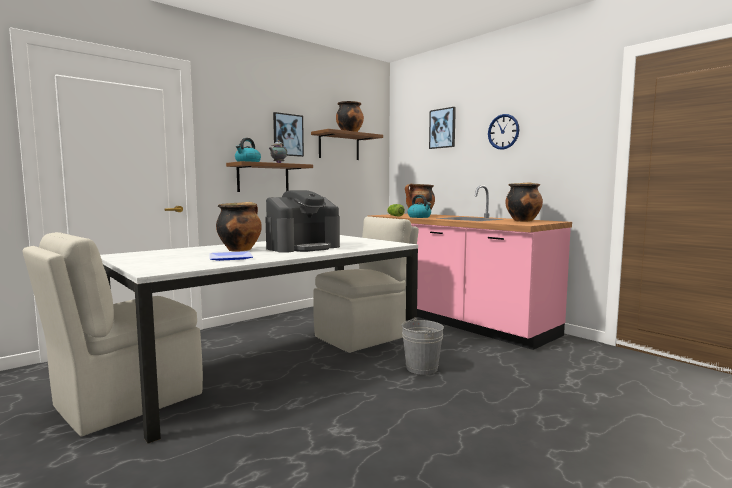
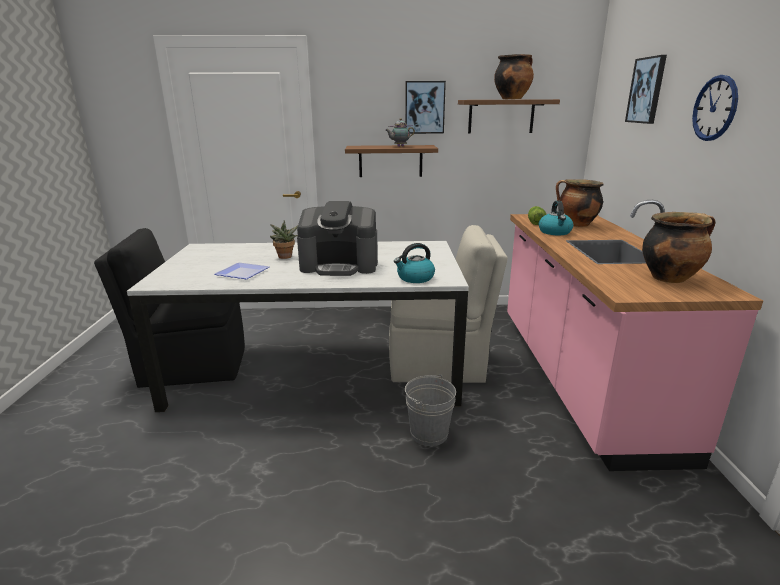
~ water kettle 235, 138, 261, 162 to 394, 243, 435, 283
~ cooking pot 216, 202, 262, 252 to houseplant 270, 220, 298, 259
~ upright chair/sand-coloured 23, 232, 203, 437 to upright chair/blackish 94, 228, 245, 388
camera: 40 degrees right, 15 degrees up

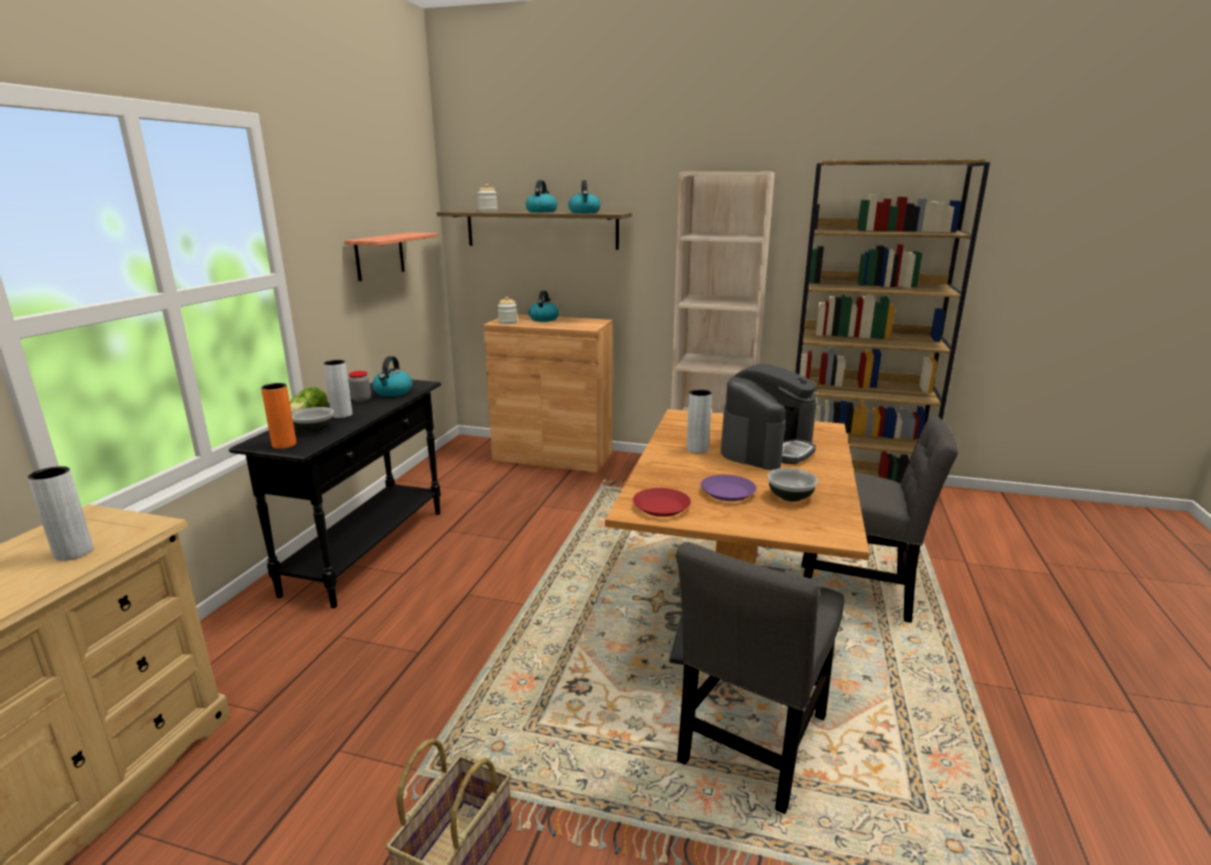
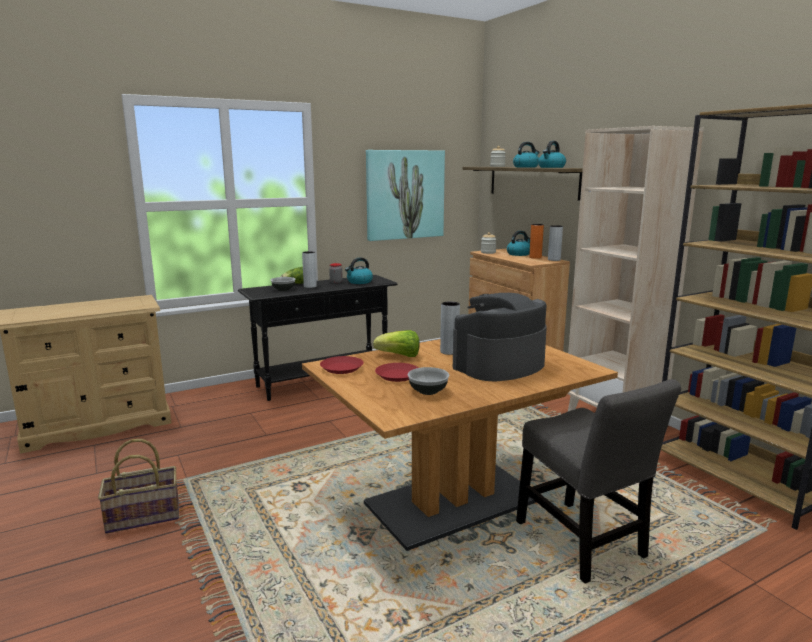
~ bracket shelf 344, 232, 438, 281 to picture 366, 150, 445, 241
~ coffee machine 721, 364, 817, 470 = 453, 293, 547, 381 150 degrees clockwise
~ decorative vase/orange-coloured 261, 383, 296, 449 to 529, 224, 544, 259
~ decorative vase/gray 28, 466, 93, 561 to 548, 225, 563, 261
~ dinner plate/purplish 700, 475, 757, 501 to dinner plate/red 375, 363, 418, 382
- upright chair/gray 676, 542, 844, 814
+ head of lettuce 373, 330, 419, 357
camera: 45 degrees right, 5 degrees down

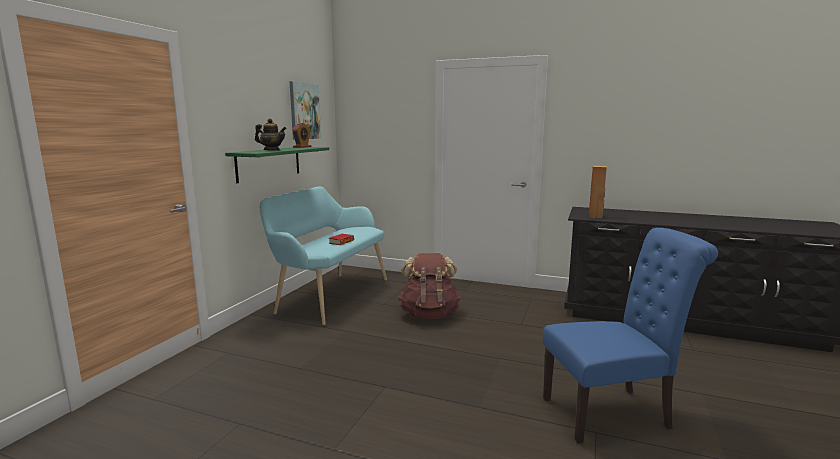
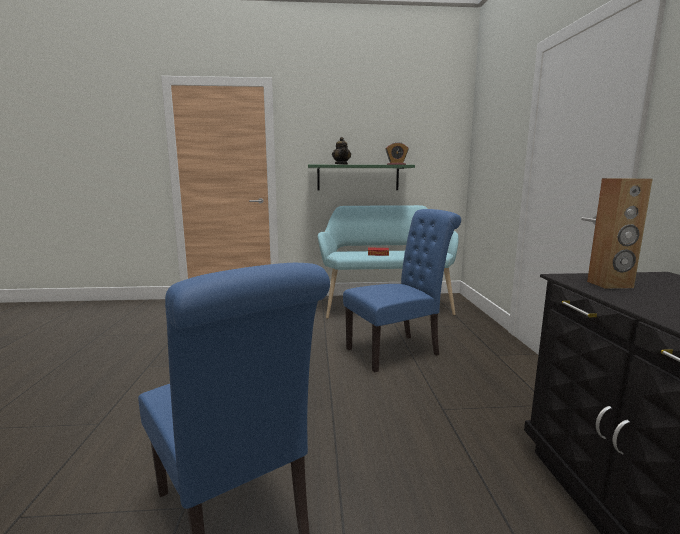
- picture 290, 81, 321, 140
~ knapsack/brown-coloured 398, 253, 461, 319 to upright chair/bluish 343, 209, 461, 373
camera: 65 degrees right, 0 degrees up

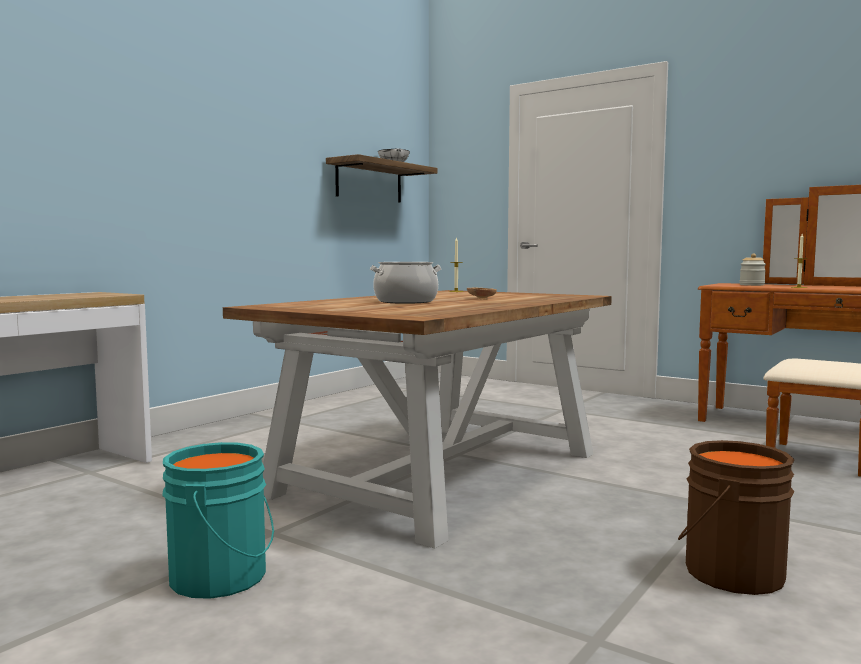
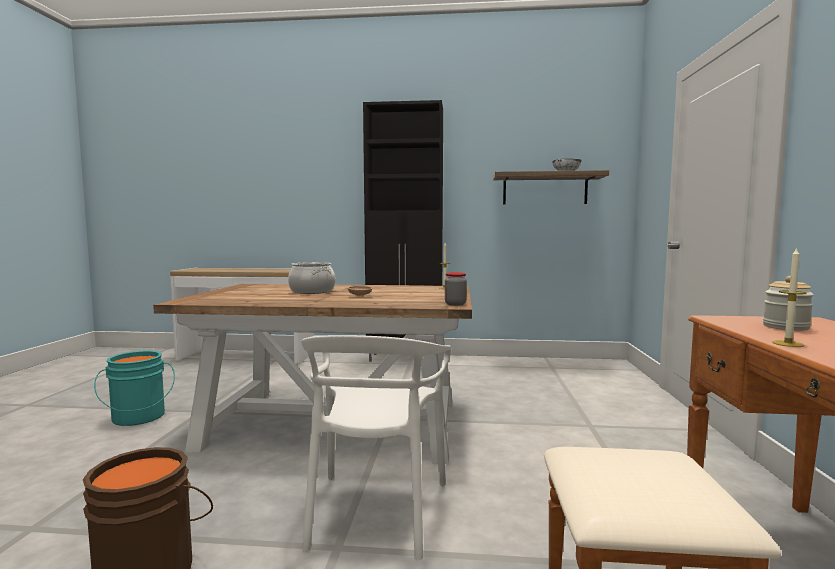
+ storage cabinet/blackish 363, 100, 443, 362
+ jar 445, 272, 467, 306
+ upright chair/white-coloured 301, 335, 451, 560
camera: 60 degrees right, 0 degrees up

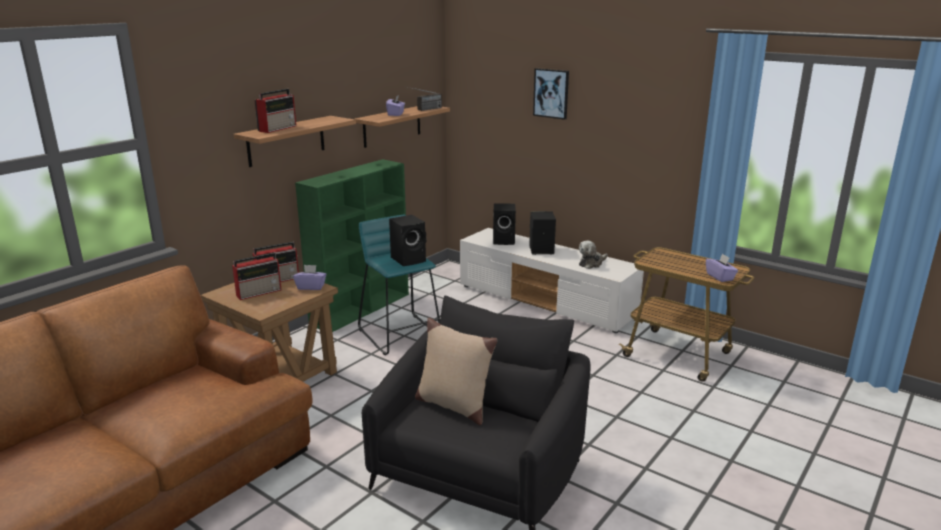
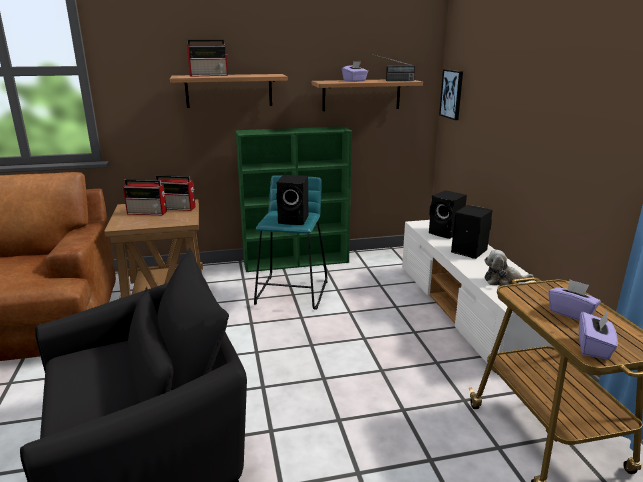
~ picture 533, 68, 569, 120 to 439, 69, 463, 120
~ tissue box/purplish 293, 265, 326, 290 to 548, 279, 601, 321
- throw pillow/sand-coloured 415, 318, 497, 425
camera: 40 degrees right, 0 degrees up

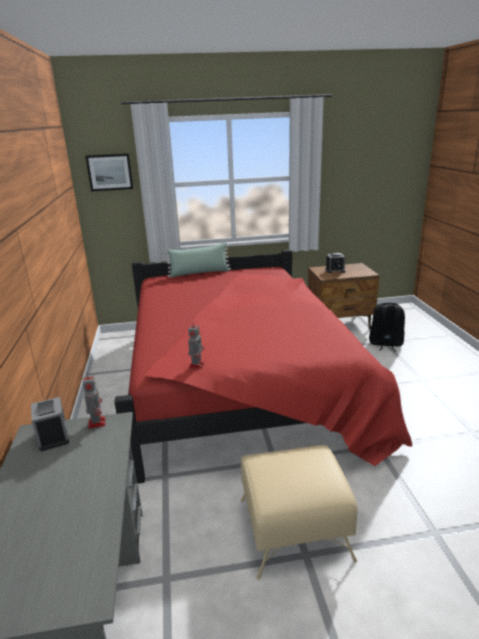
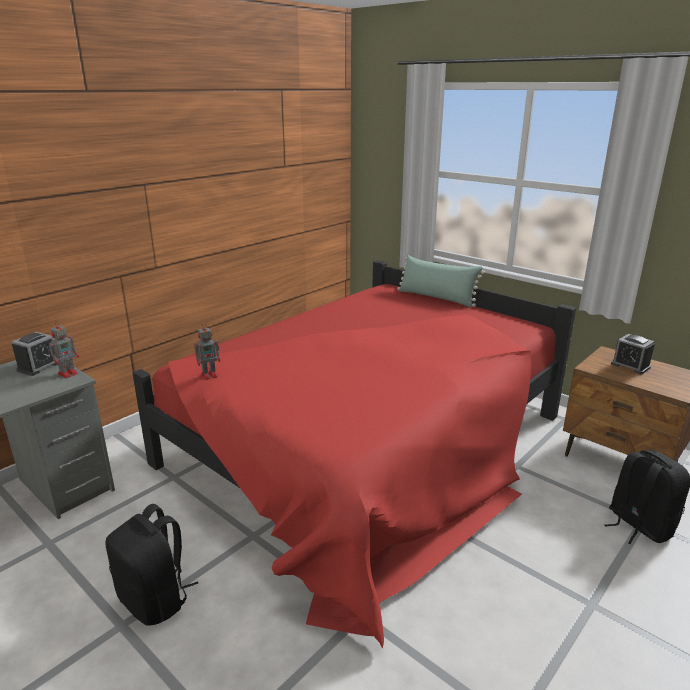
- picture 85, 153, 133, 192
~ pouffe/sand-coloured 241, 445, 358, 580 to knapsack/blackish 105, 504, 198, 625
camera: 50 degrees right, 0 degrees up

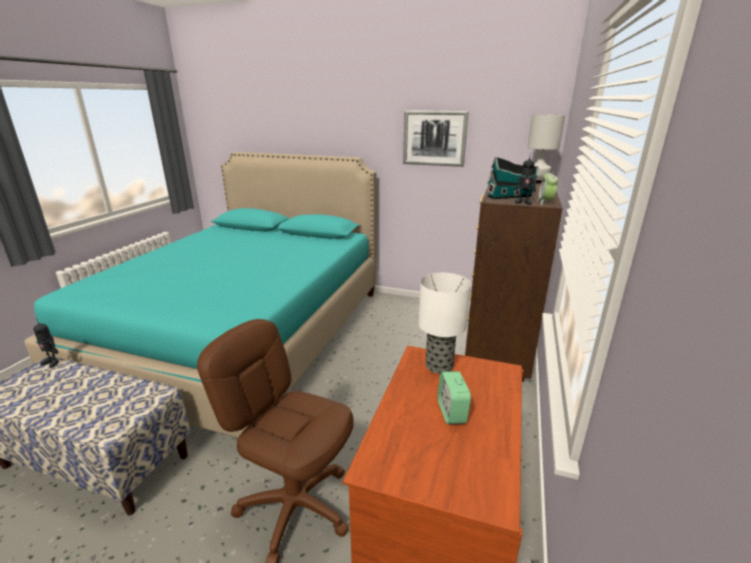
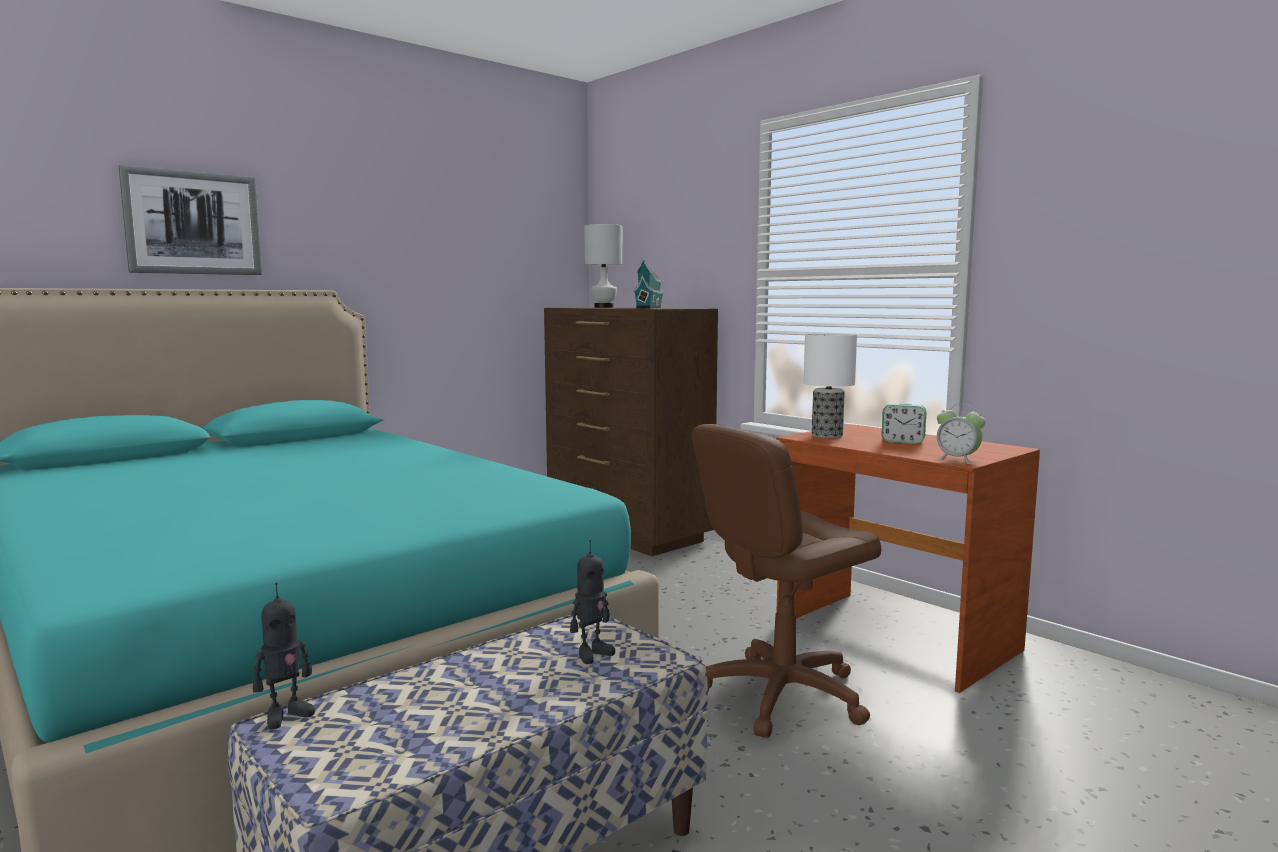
~ picture 403, 111, 469, 167 to 119, 165, 262, 275
~ toy robot 515, 153, 536, 205 to 570, 540, 615, 664
~ table clock 537, 170, 558, 205 to 935, 403, 986, 465
camera: 60 degrees left, 15 degrees down

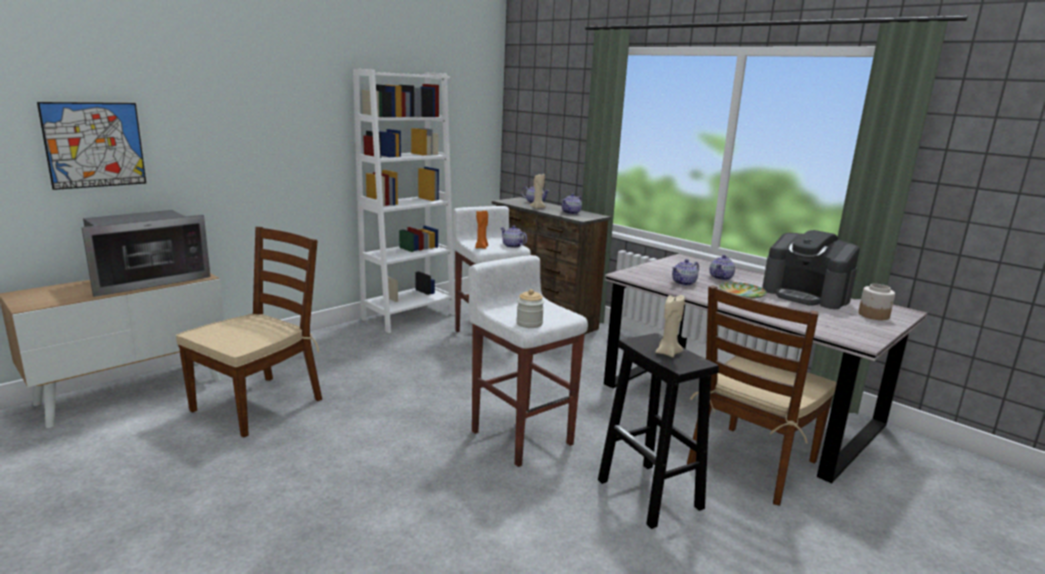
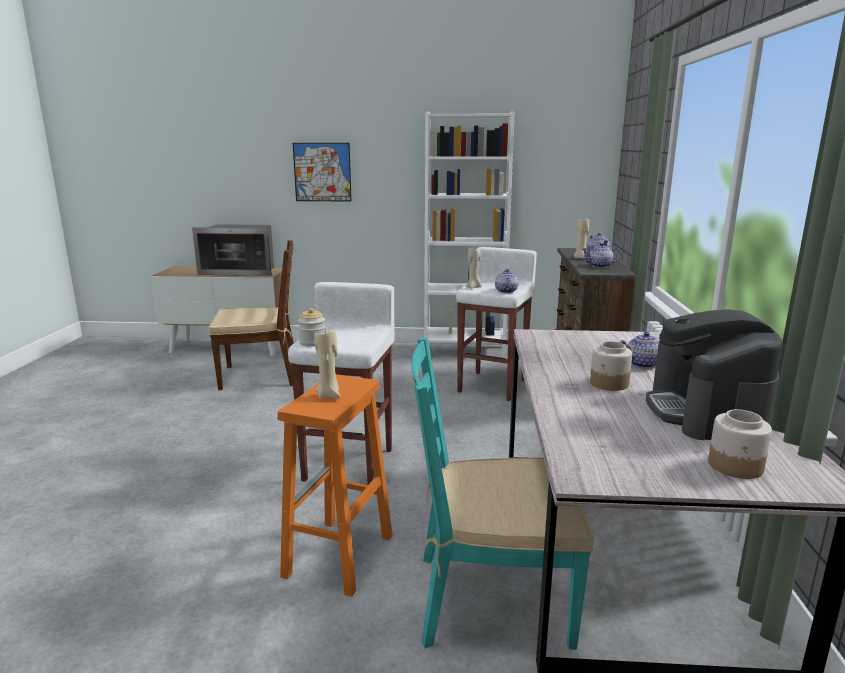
~ picture 37, 102, 146, 190 to 293, 143, 352, 202
~ candle/orange-coloured 475, 209, 488, 249 to candle/sand-coloured 466, 247, 482, 289
- teapot 672, 259, 699, 286
~ dinner plate 719, 282, 767, 299 to jar 590, 341, 632, 391
~ upright chair/brown-coloured 687, 285, 837, 506 to upright chair/blue-green 411, 337, 594, 649
~ stool seat/blackish 598, 333, 719, 529 to stool seat/orange-coloured 277, 374, 393, 597
camera: 50 degrees right, 0 degrees up

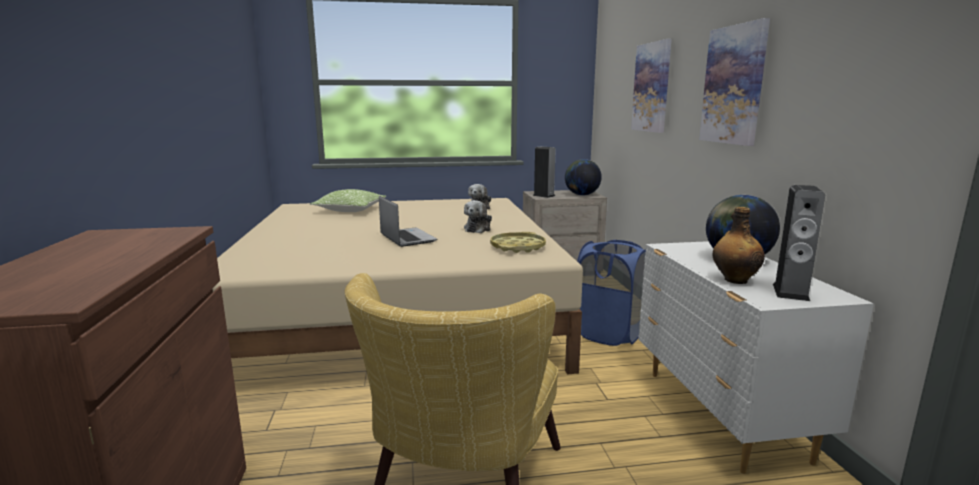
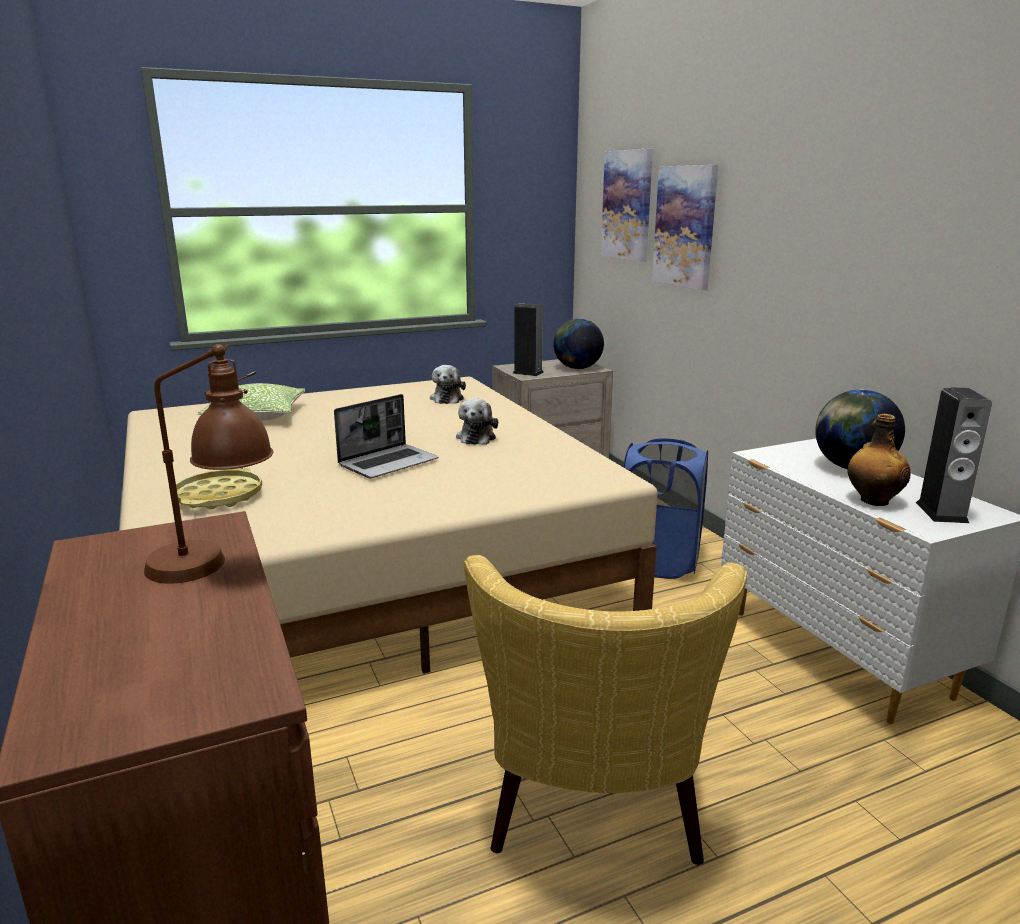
~ picture 699, 18, 770, 146 to 601, 149, 653, 262
~ laptop 379, 196, 437, 247 = 334, 394, 438, 478 90 degrees clockwise
~ serving tray/yellow 490, 232, 546, 253 to 176, 467, 262, 509
+ tabletop lamp/brown-coloured 144, 344, 273, 584
camera: 15 degrees left, 5 degrees up

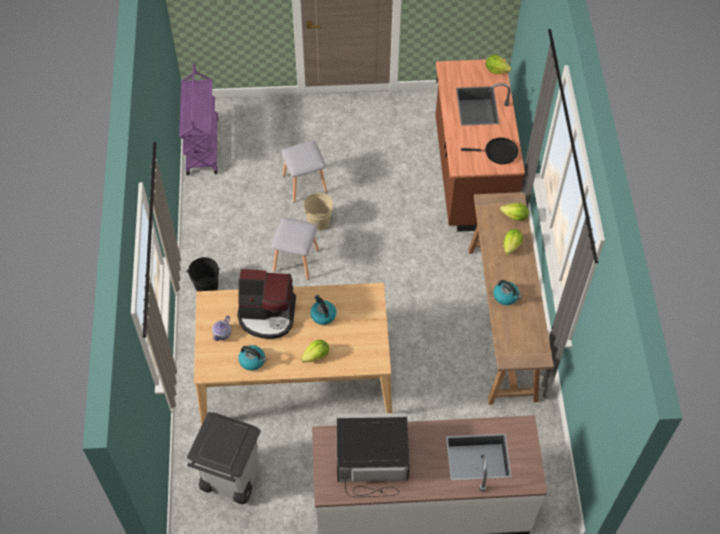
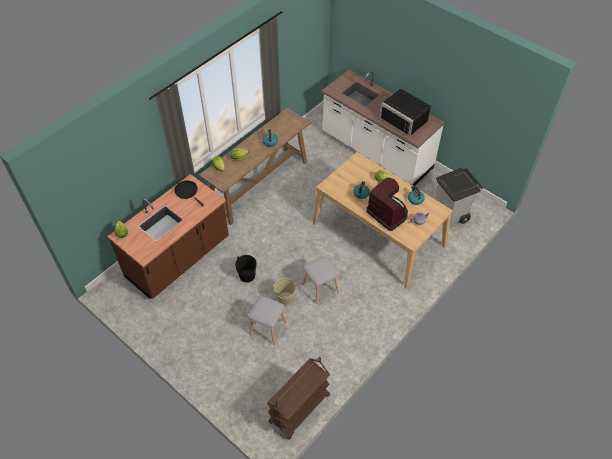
~ cart/purplish 179, 64, 219, 175 to cart/brown-coloured 267, 357, 330, 440
~ pail/blackish 186, 257, 221, 291 to 235, 255, 257, 283
camera: 135 degrees left, 5 degrees down

